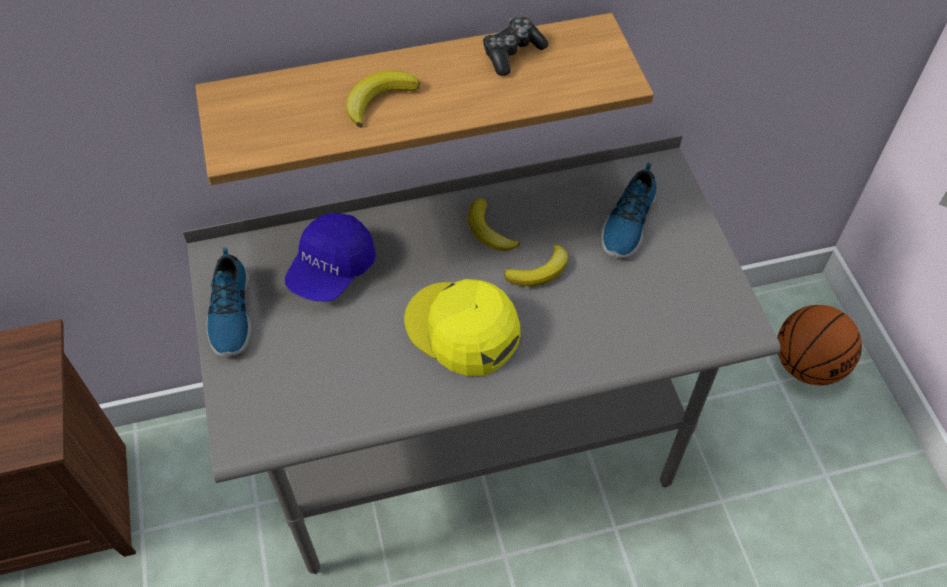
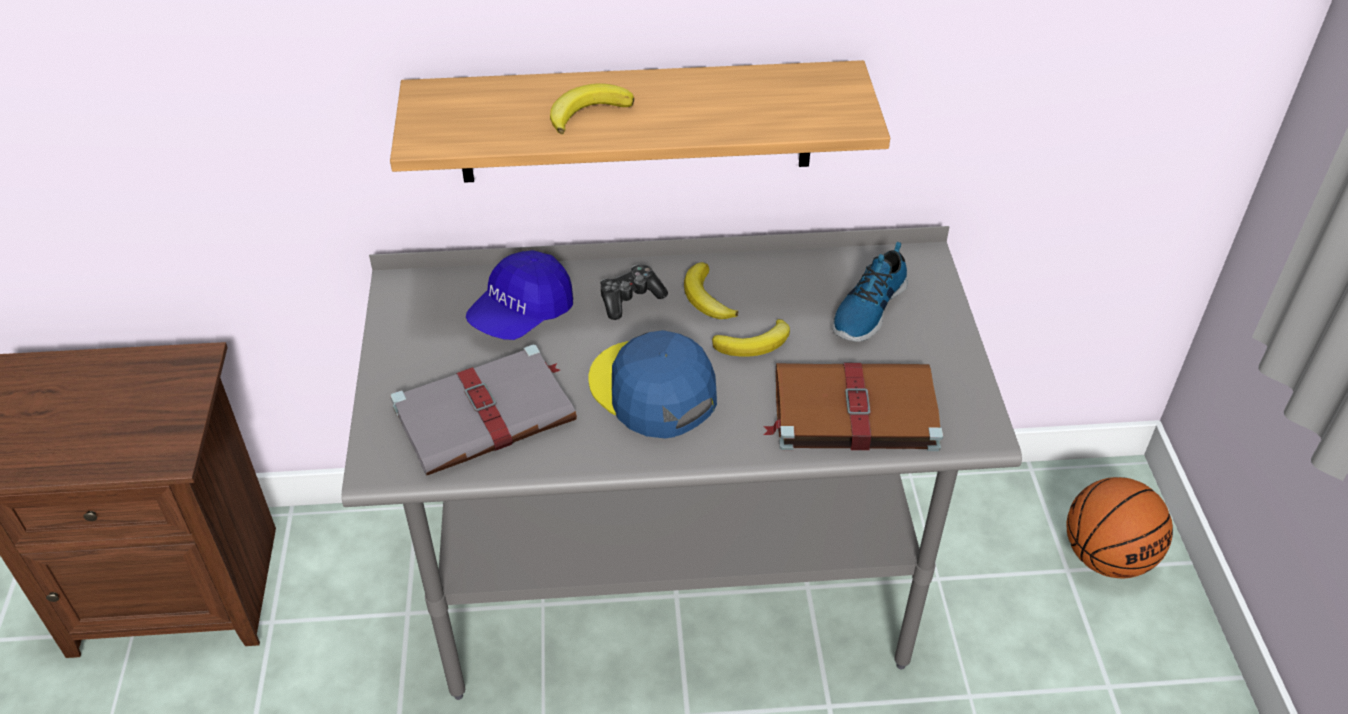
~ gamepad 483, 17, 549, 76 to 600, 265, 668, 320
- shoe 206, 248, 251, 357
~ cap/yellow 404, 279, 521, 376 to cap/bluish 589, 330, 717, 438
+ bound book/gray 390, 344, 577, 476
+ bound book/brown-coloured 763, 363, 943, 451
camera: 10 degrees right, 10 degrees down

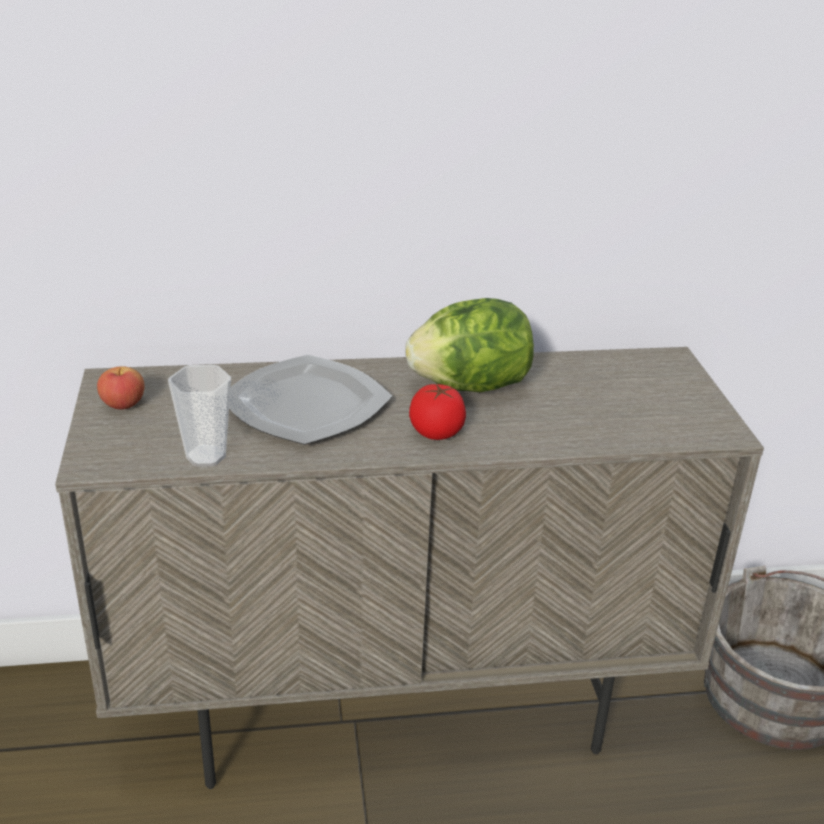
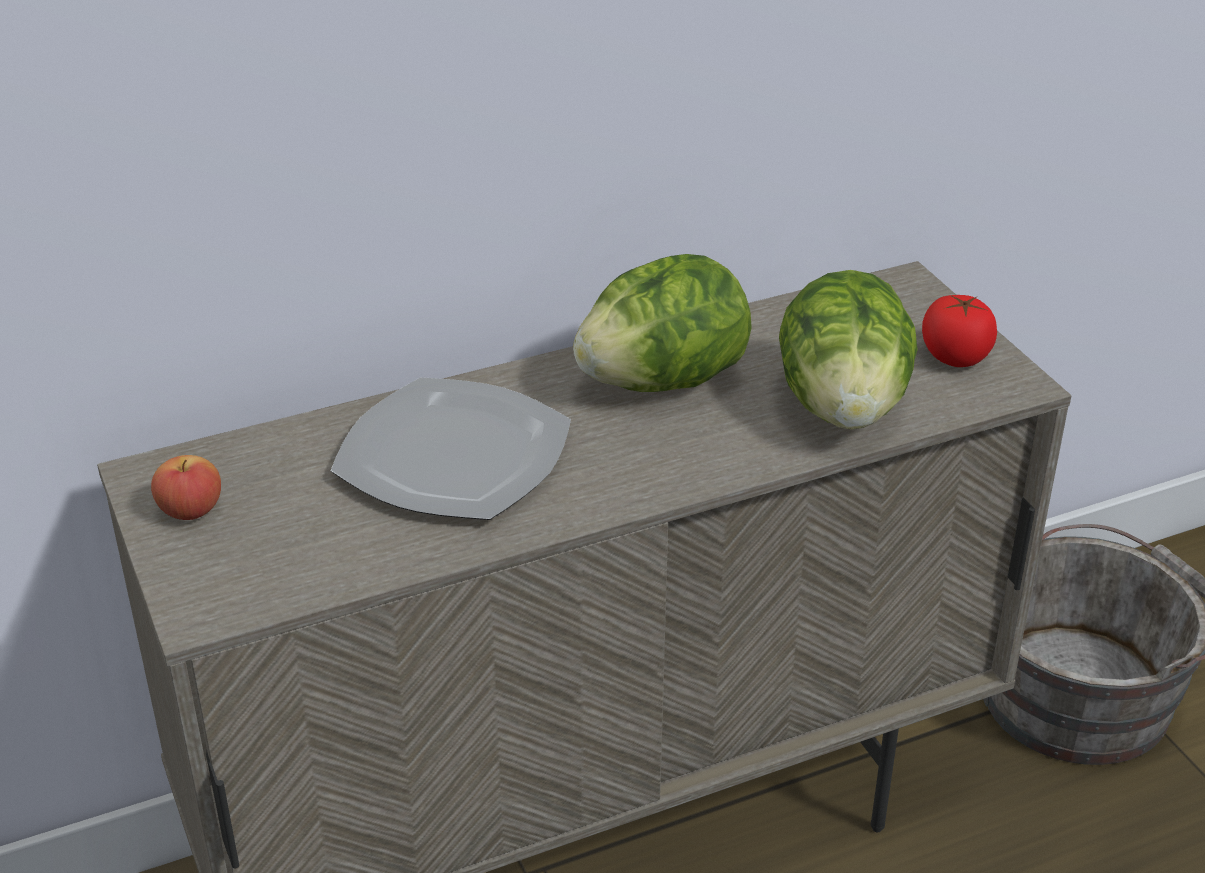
- cup 168, 365, 231, 467
~ tomato 409, 384, 466, 440 to 922, 295, 997, 367
+ head of lettuce 779, 270, 918, 430
camera: 15 degrees left, 5 degrees up

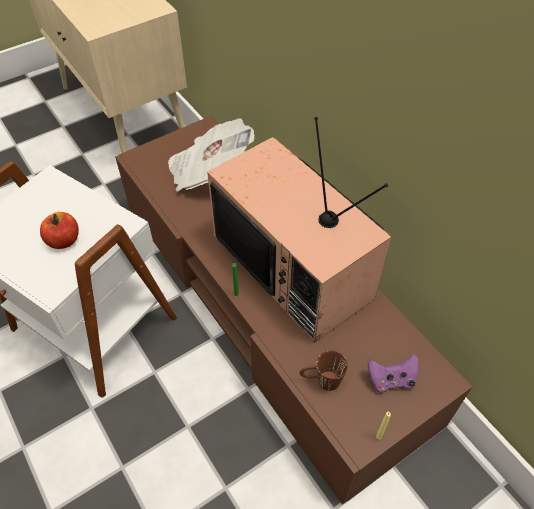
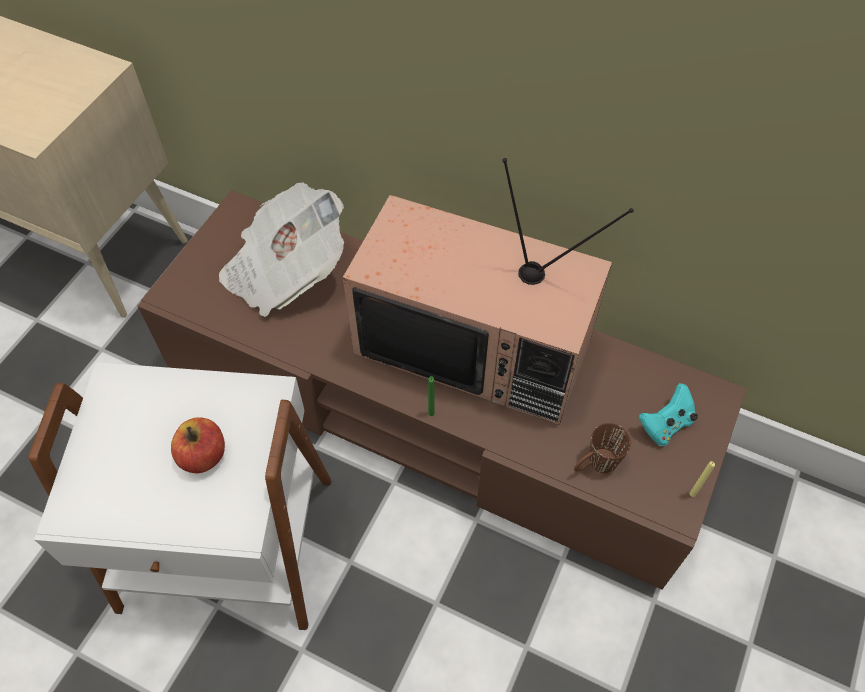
~ gamepad/purplish 368, 354, 419, 393 to gamepad/blue-green 639, 383, 698, 446
camera: 30 degrees left, 5 degrees up

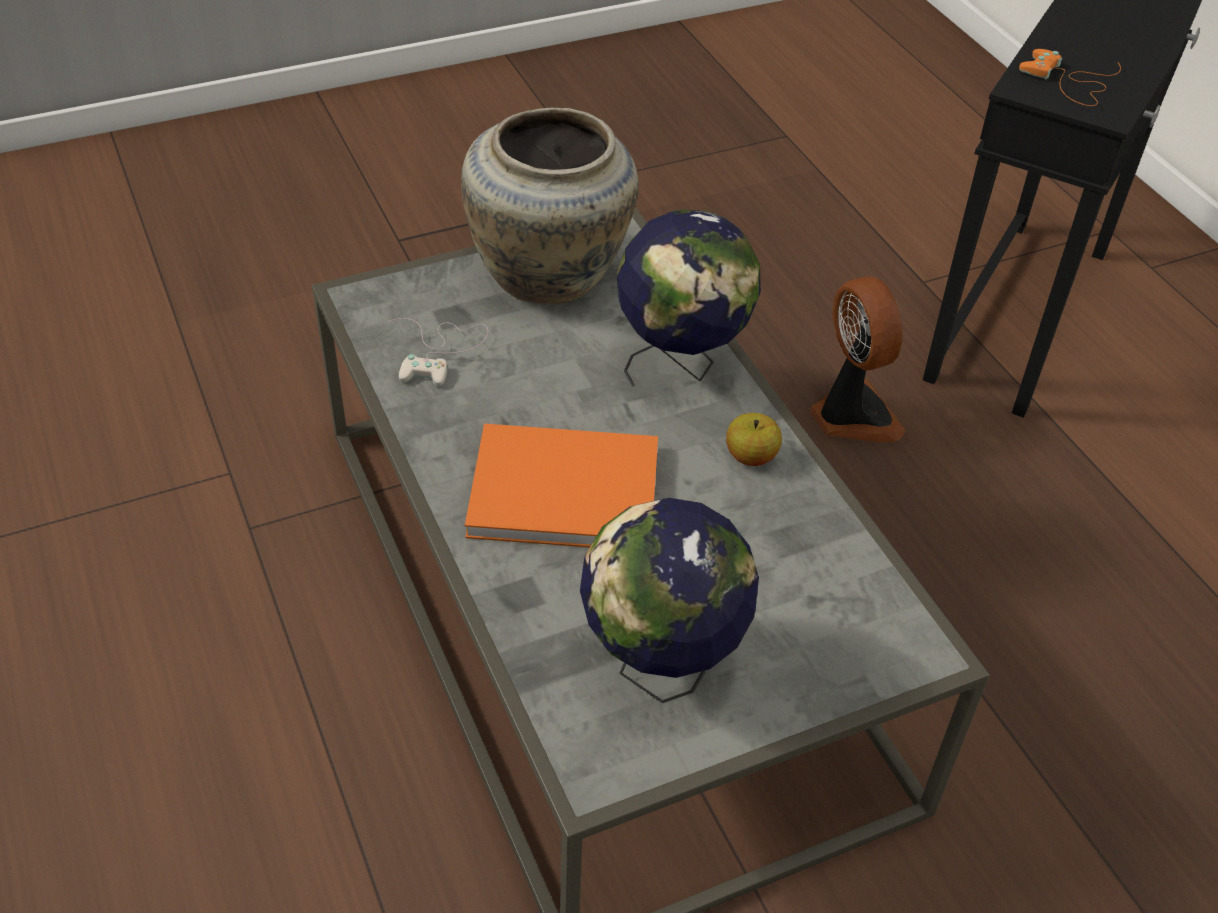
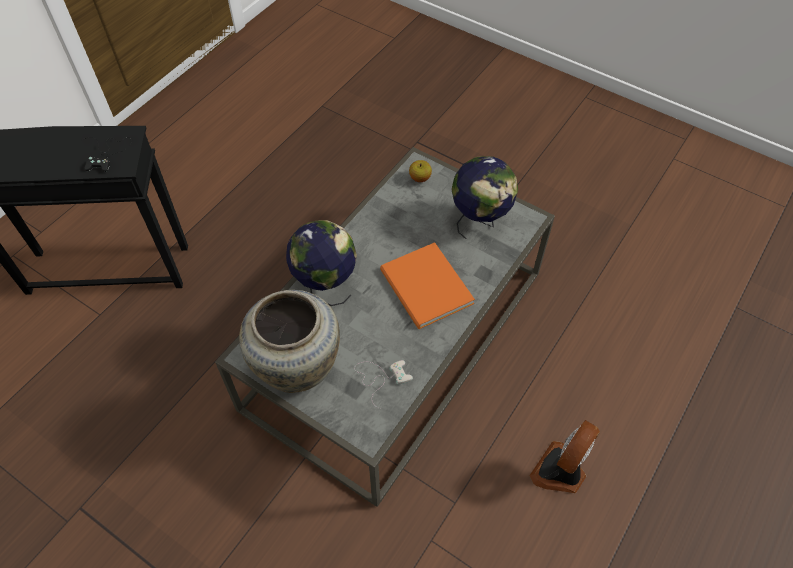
~ gamepad/orange-coloured 1019, 49, 1121, 106 to gamepad/blackish 82, 137, 132, 172
~ fan 809, 277, 906, 442 to 530, 420, 600, 493
~ apple 726, 413, 782, 466 to 409, 160, 432, 182
camera: 120 degrees left, 10 degrees up

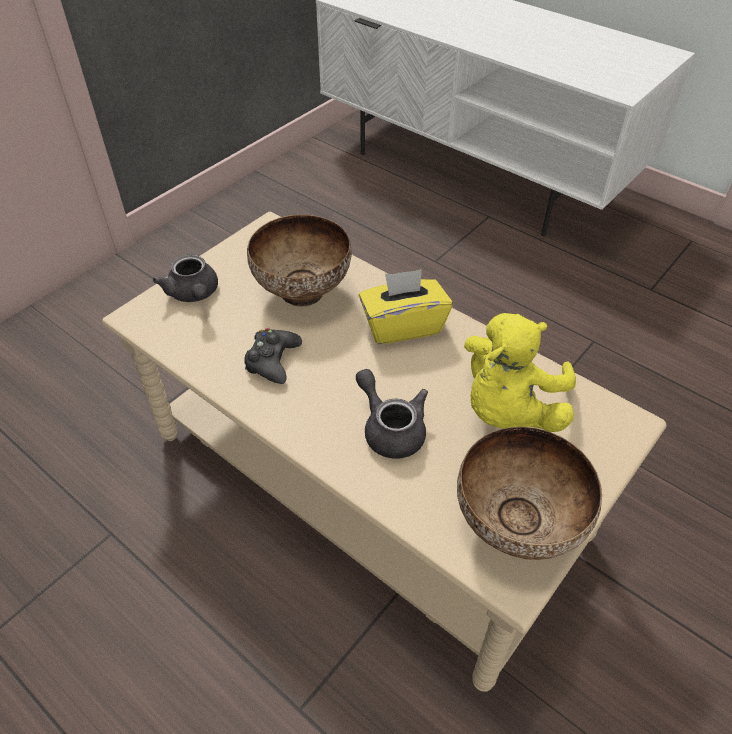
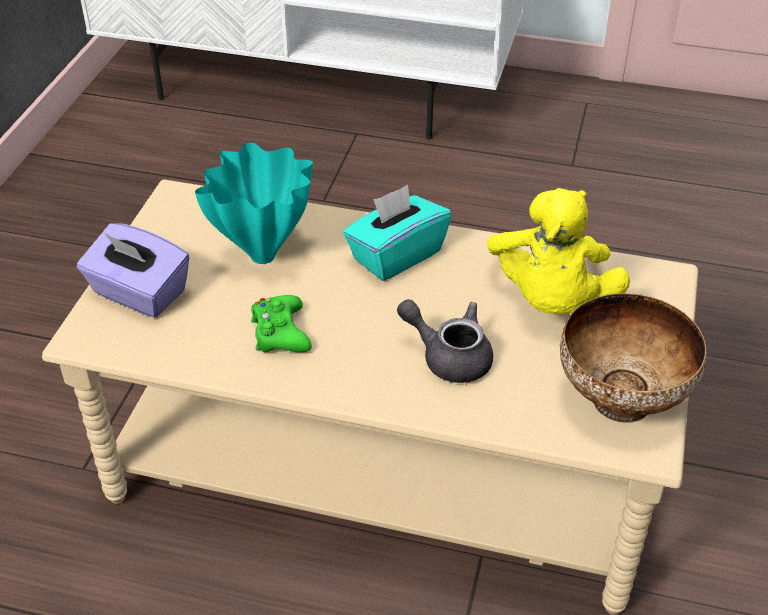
~ serving bowl 247, 215, 352, 307 to decorative vase/blue-green 195, 143, 313, 264
~ teapot/gray 153, 254, 218, 302 to tissue box/purplish 77, 223, 190, 317
~ tissue box/yellow 358, 269, 453, 344 to tissue box/blue-green 343, 185, 451, 281
~ gamepad/blackish 244, 328, 302, 384 to gamepad/greenish 251, 295, 312, 352
camera: 25 degrees left, 5 degrees down

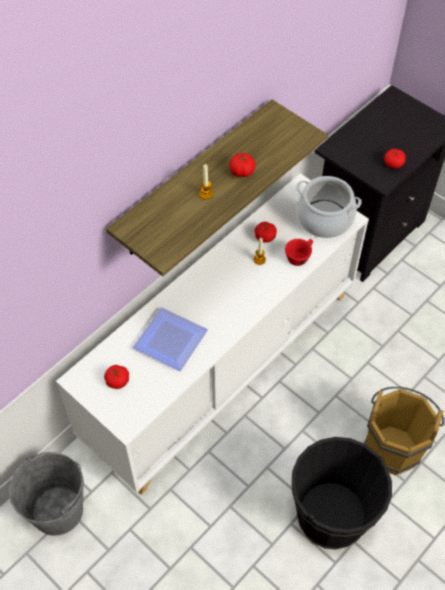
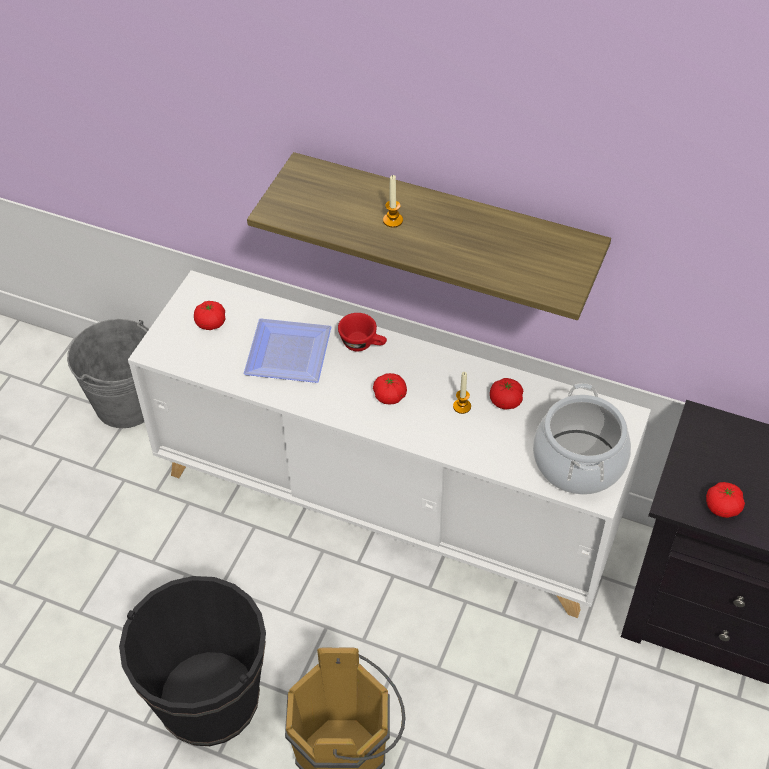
~ tomato 229, 153, 256, 177 to 373, 373, 407, 404
~ cup/red 285, 239, 313, 266 to 338, 313, 387, 351
camera: 70 degrees right, 5 degrees down

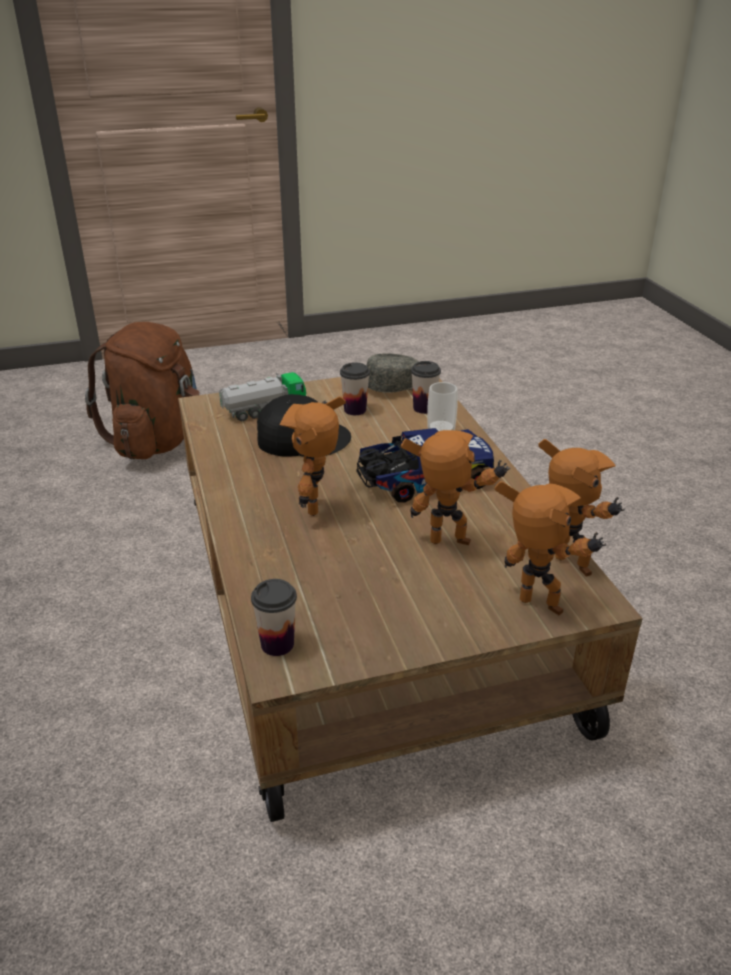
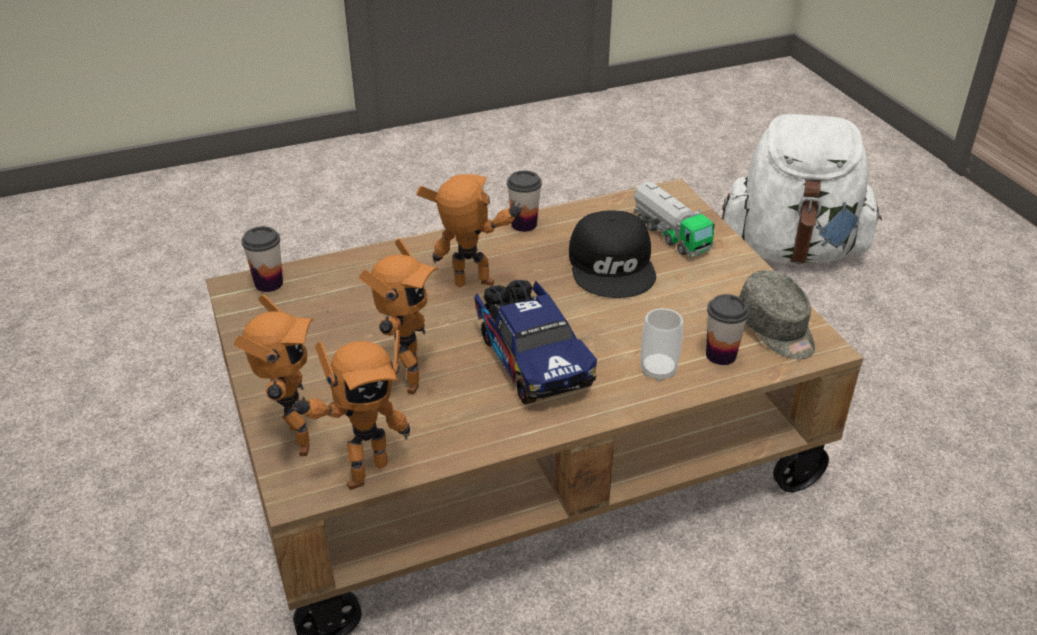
~ knapsack/brown-coloured 85, 322, 200, 459 to knapsack/white-coloured 722, 114, 882, 264
~ cup 340, 362, 370, 415 to 507, 171, 542, 232
~ toy robot 494, 481, 606, 615 = 234, 294, 314, 456 45 degrees counterclockwise
camera: 85 degrees right, 5 degrees up

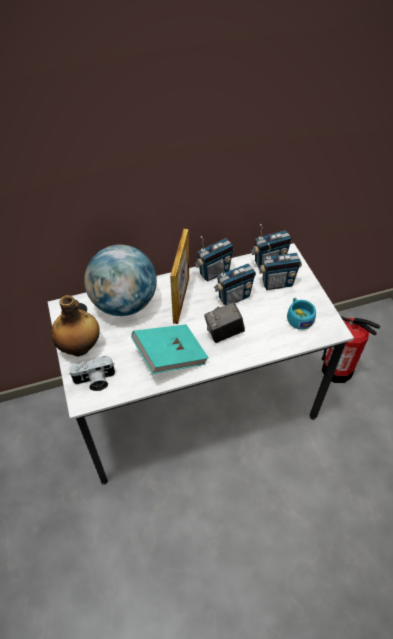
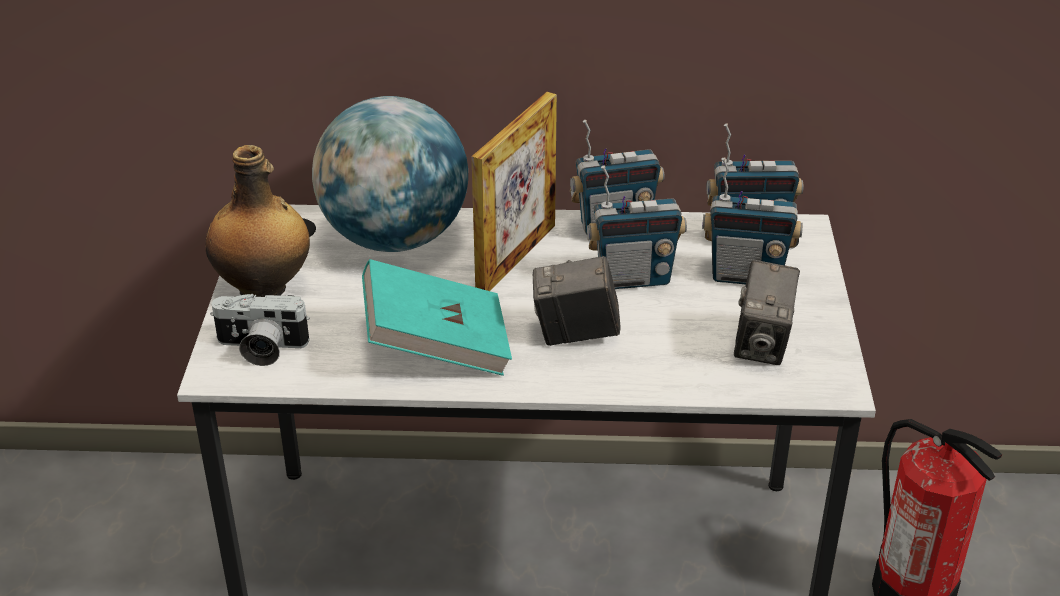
~ cup/blue-green 287, 298, 316, 330 to photo camera 734, 260, 800, 365
camera: 20 degrees right, 15 degrees down

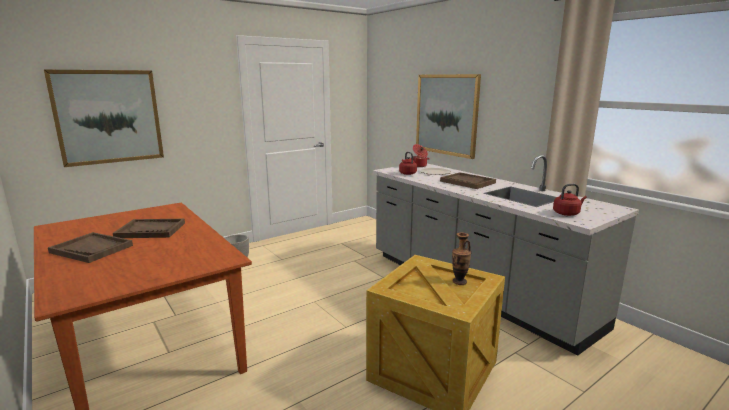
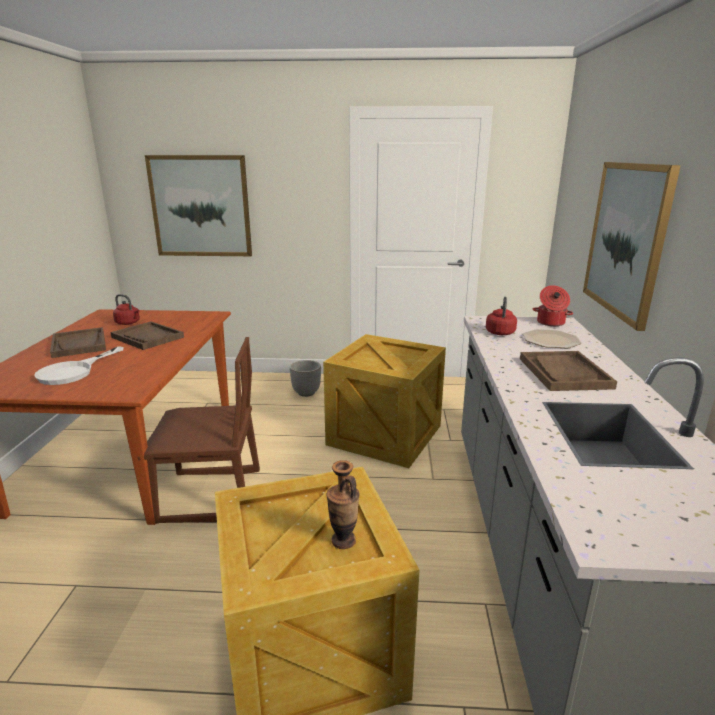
~ water kettle/red 553, 184, 587, 216 to 113, 294, 140, 325
+ shipping crate 323, 334, 446, 468
+ upright chair/brown-coloured 137, 337, 260, 524
+ skillet/white-coloured 34, 346, 124, 385
camera: 40 degrees right, 5 degrees up

